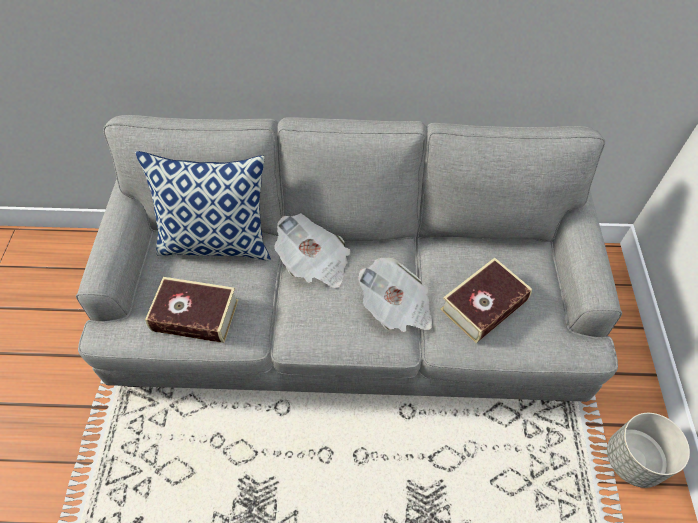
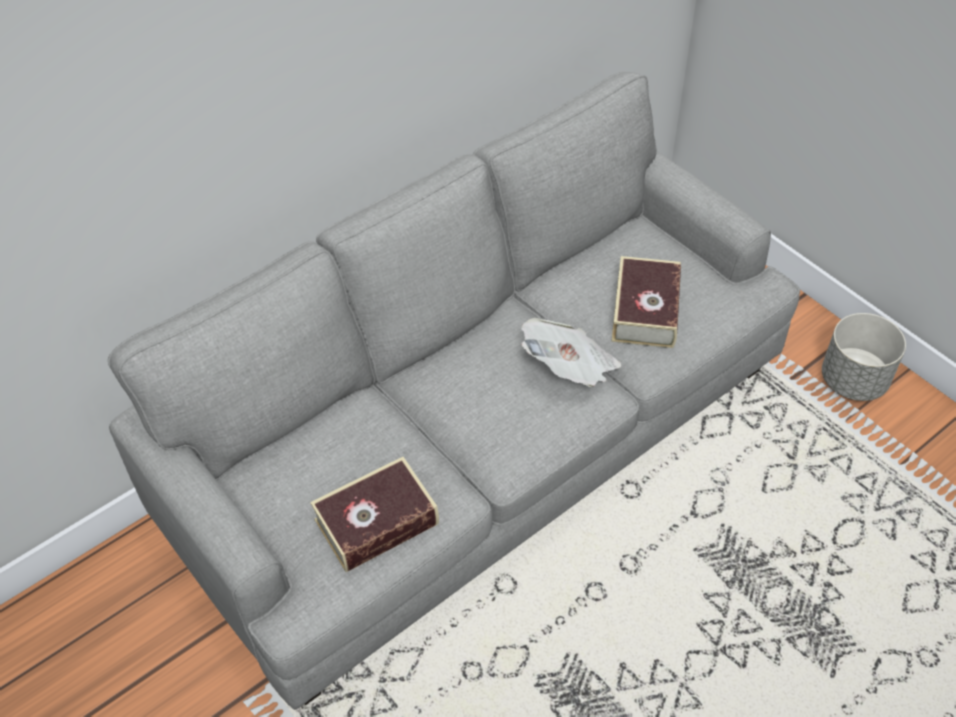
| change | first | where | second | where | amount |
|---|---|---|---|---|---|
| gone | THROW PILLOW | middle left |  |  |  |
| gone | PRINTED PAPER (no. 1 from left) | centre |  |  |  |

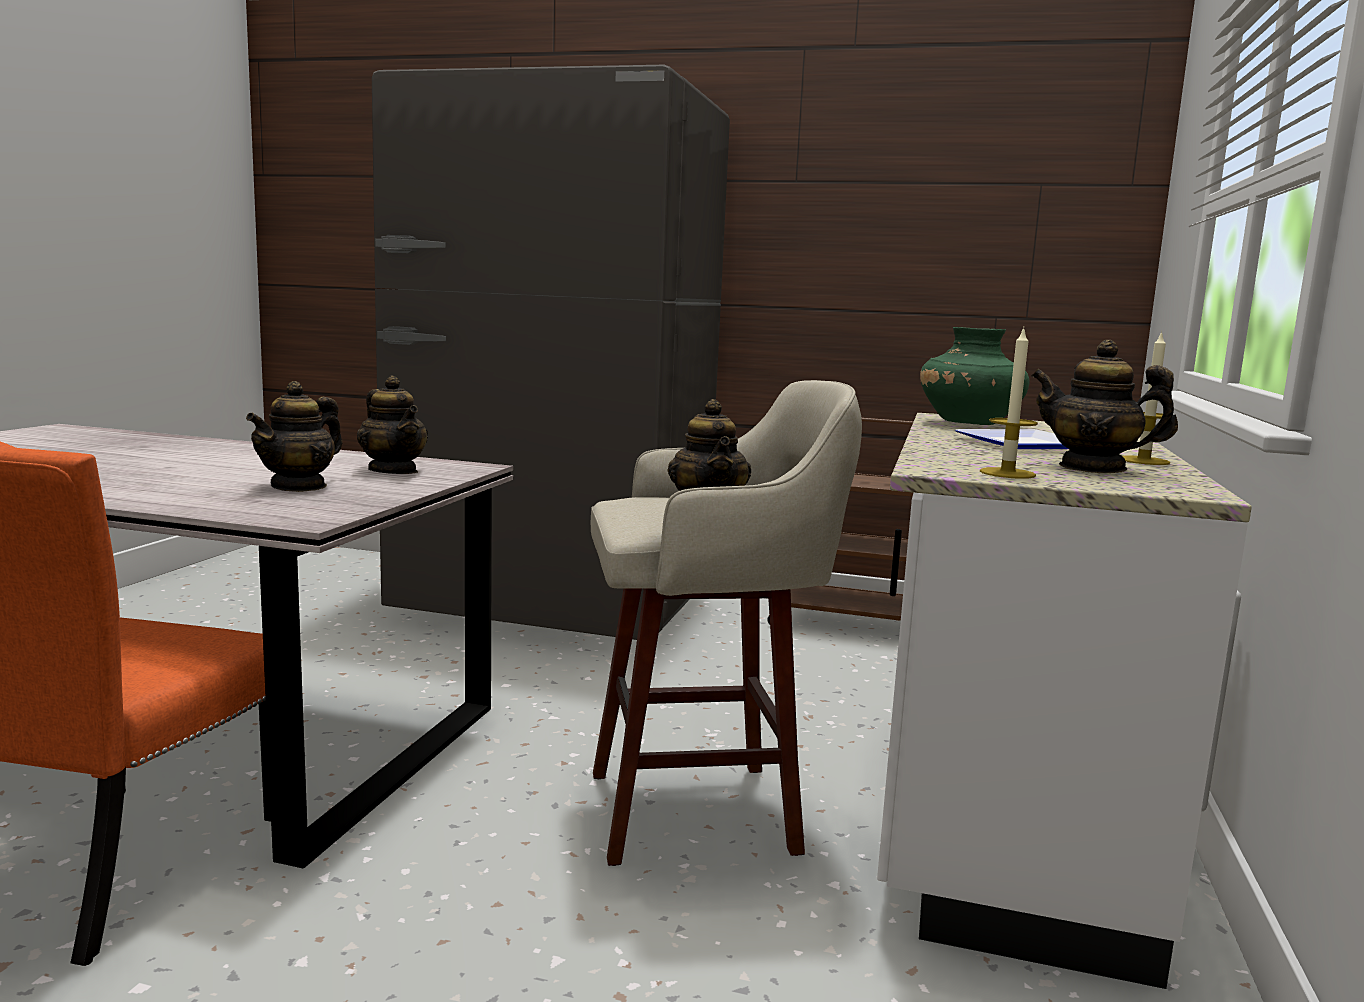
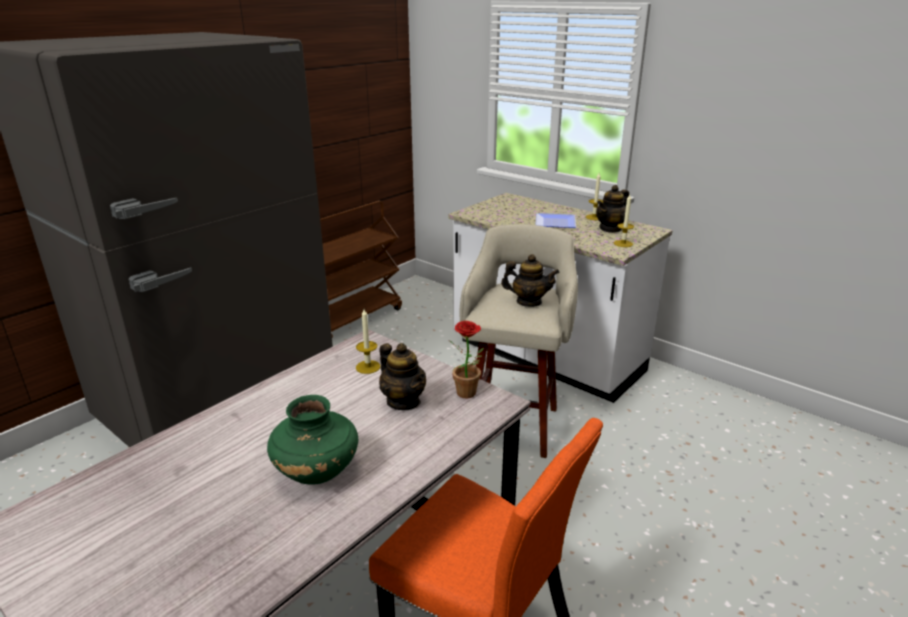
| change | first | where | second | where | amount |
|---|---|---|---|---|---|
| shifted | GREEN-COLOURED FLOWER VASE | middle right |  | bottom centre |  |
| swapped | TEAPOT (no. 2 from left) | middle left | WAX LIGHT (no. 1 from left) | centre |  |
| new |  |  | PLANT IN A POT | centre |  |

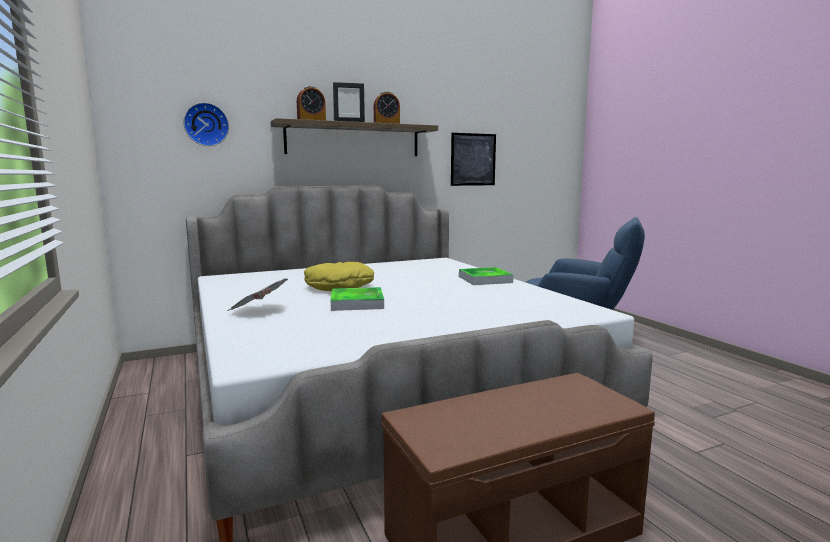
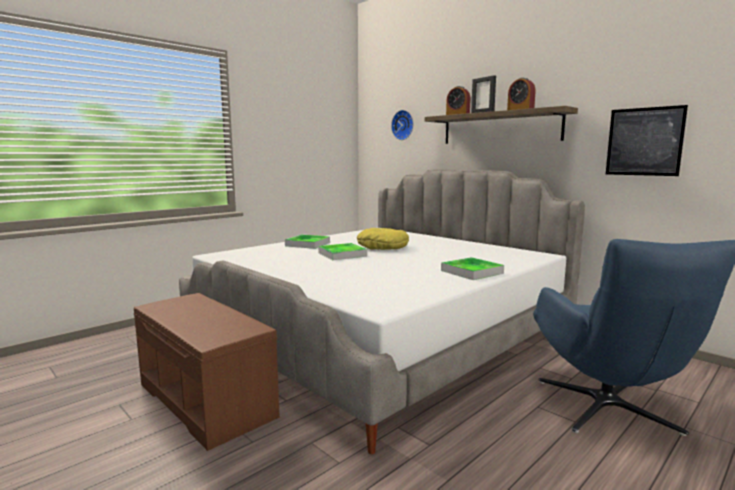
| change | first | where | second | where | amount |
|---|---|---|---|---|---|
| swapped | PRINTED PAPER | middle left | CARRYING TRAY (no. 1 from left) | centre |  |

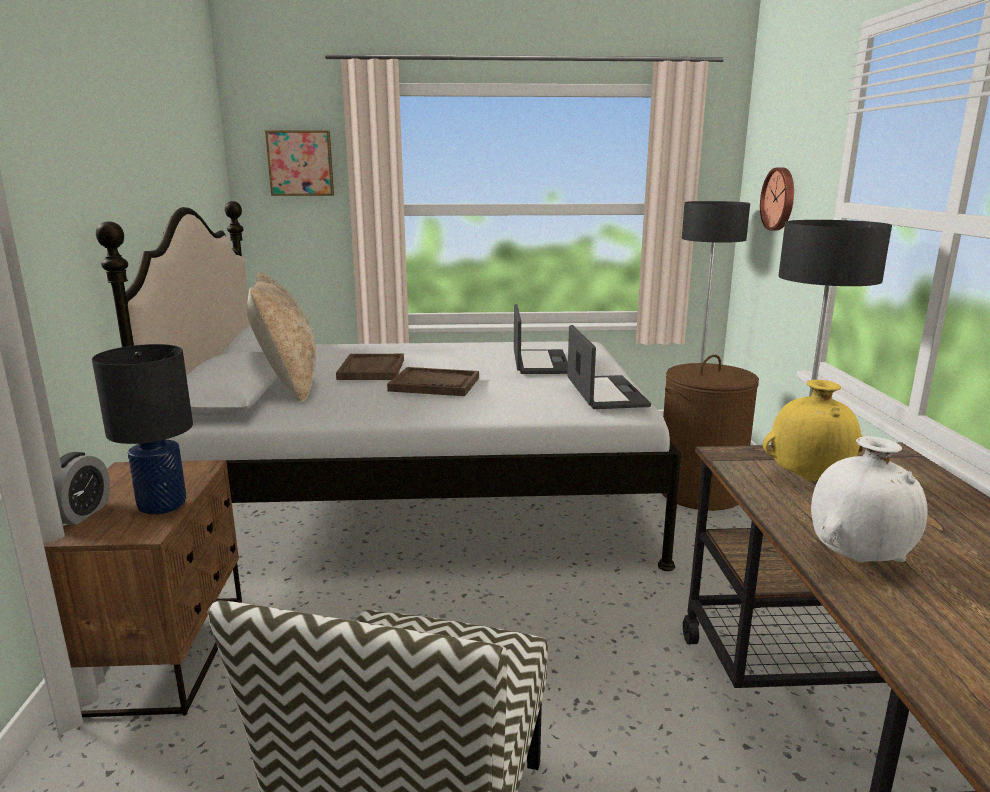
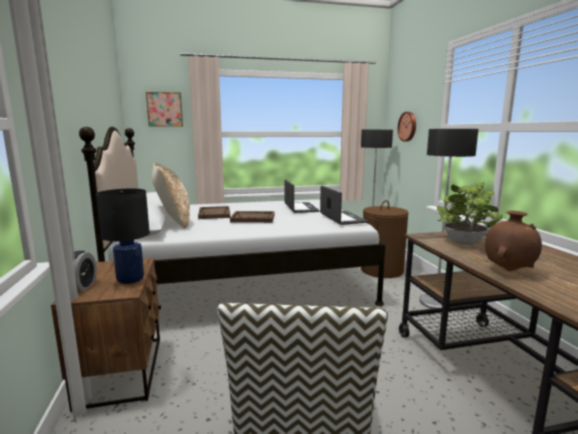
| change | first | where | second | where | amount |
|---|---|---|---|---|---|
| swapped | YELLOW FLOWER VASE | middle right | PLANT IN A POT | middle right |  |
| repainted | WHITISH FLOWER VASE | middle right | BROWN FLOWER VASE | middle right |  |

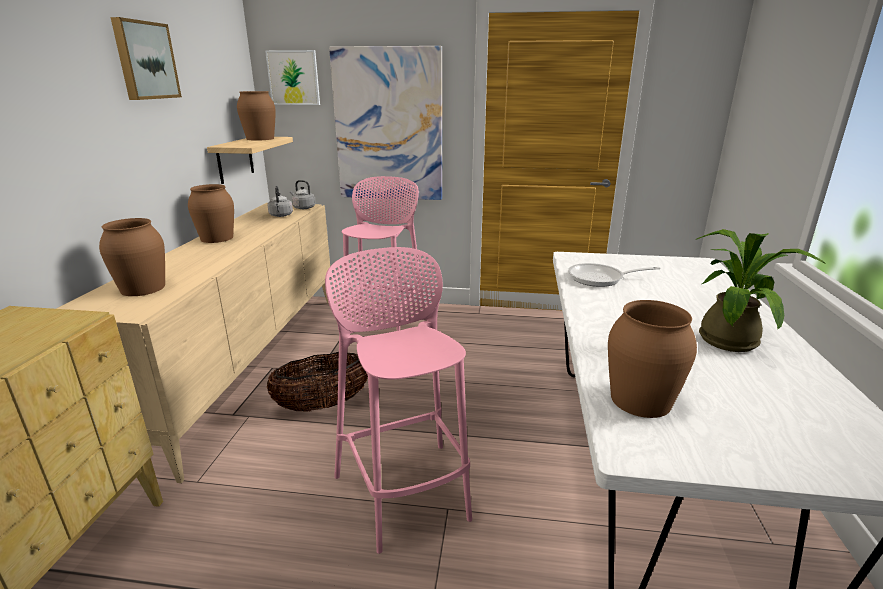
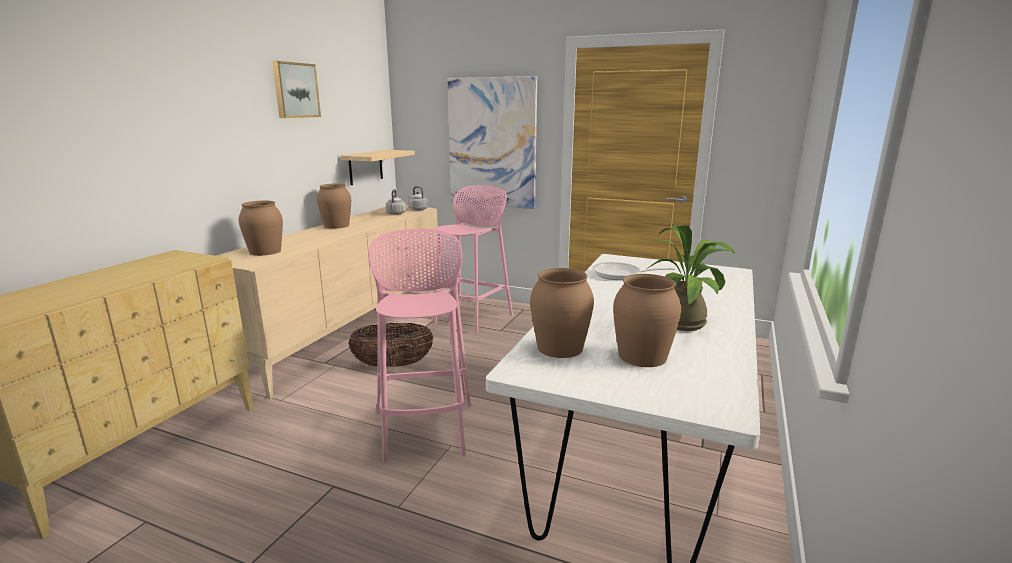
| change | first | where | second | where | amount |
|---|---|---|---|---|---|
| gone | WALL ART (no. 2 from left) | top left |  |  |  |
| shifted | BROWN FLOWER VASE (no. 3 from left in the first image) | top left | BROWN FLOWER VASE (no. 4 from left) | centre |  |

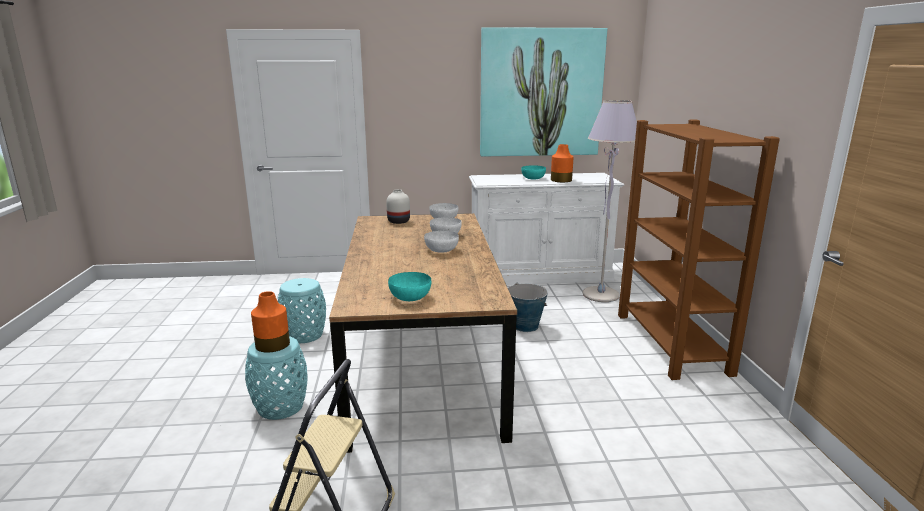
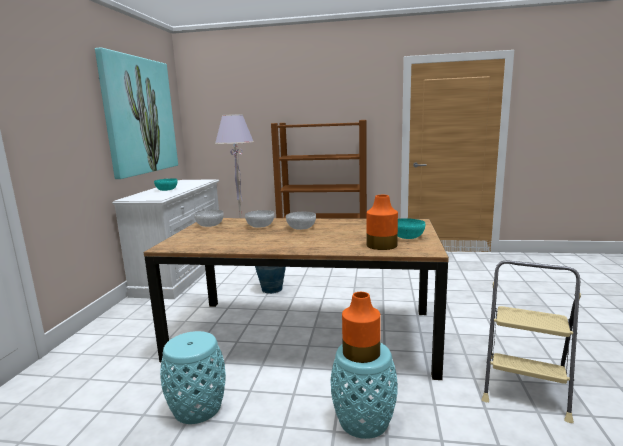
| change | first | where | second | where | amount |
|---|---|---|---|---|---|
| shifted | ORANGE-COLOURED FLOWER VASE (no. 2 from left) | top centre |  | centre |  |
| gone | WHITISH FLOWER VASE | centre |  |  |  |

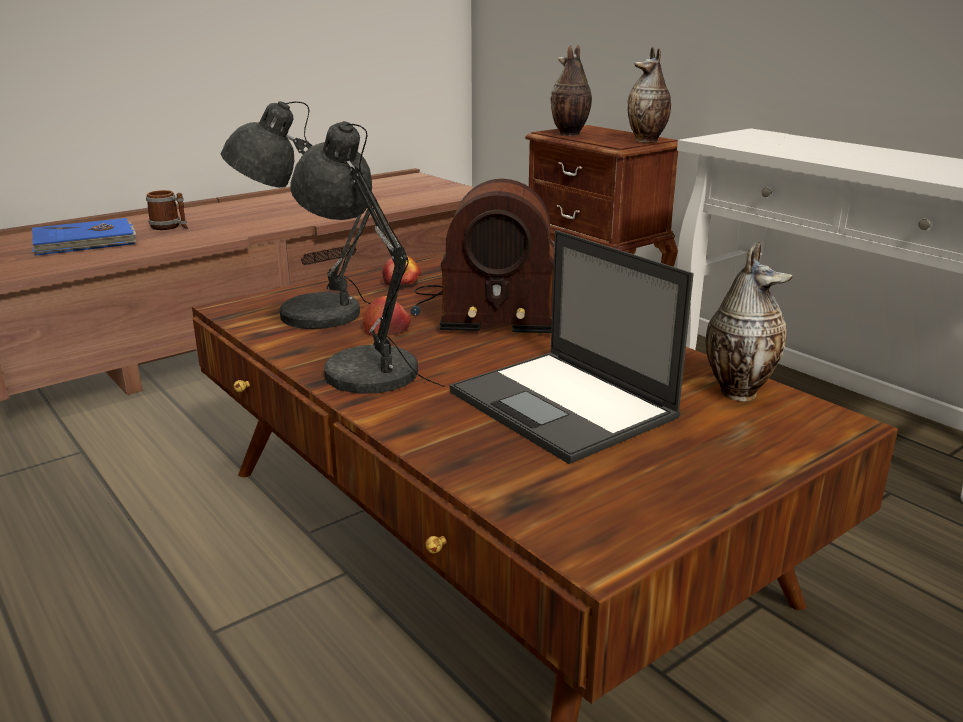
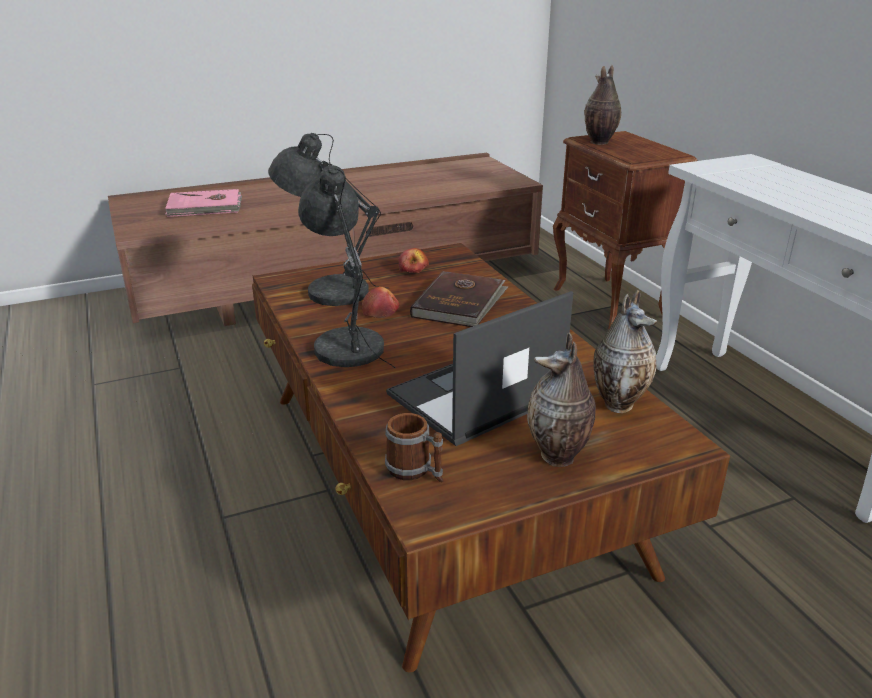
| change | first | where | second | where | amount |
|---|---|---|---|---|---|
| shifted | FLOWER VASE (no. 2 from left in the first image) | top right | FLOWER VASE (no. 1 from left) | centre |  |
| swapped | RADIO RECEIVER | centre | BROWN VOLUME | centre |  |
| shifted | MUG | top left |  | centre |  |
| repainted | BLUE-COLOURED VOLUME | top left | PINK-COLOURED VOLUME | top left |  |
| rotated | PORTABLE COMPUTER | centre |  | centre | 75 degrees clockwise |

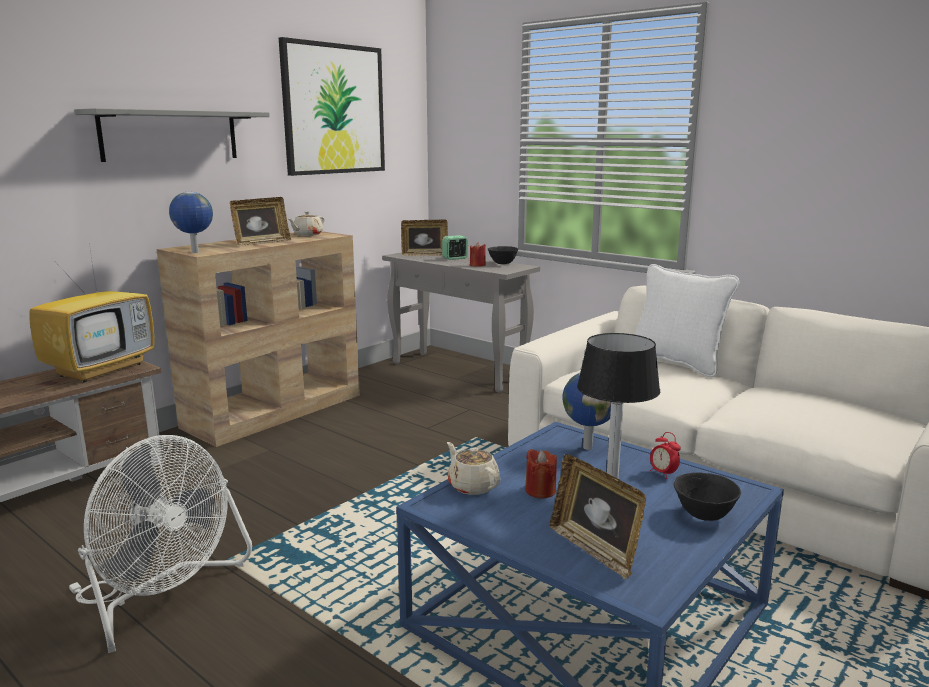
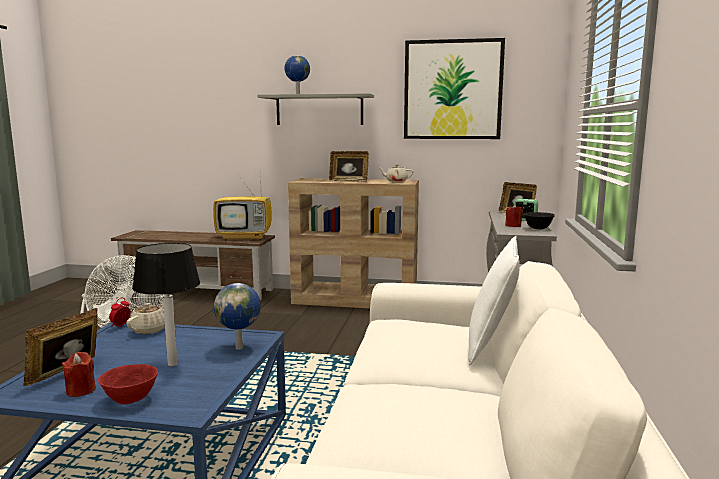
| change | first | where | second | where | amount |
|---|---|---|---|---|---|
| shifted | WORLD GLOBE (no. 1 from left in the first image) | top left | WORLD GLOBE (no. 2 from left) | top centre |  |
| shifted | TABLE CLOCK (no. 2 from left in the first image) | middle right | TABLE CLOCK (no. 1 from left) | middle left |  |
| shifted | RED WAX LIGHT (no. 2 from left in the first image) | bottom centre | RED WAX LIGHT (no. 1 from left) | bottom left |  |
| repainted | BLACK-COLOURED SERVING BOWL (no. 2 from left) | bottom right | RED SERVING BOWL | bottom left |  |

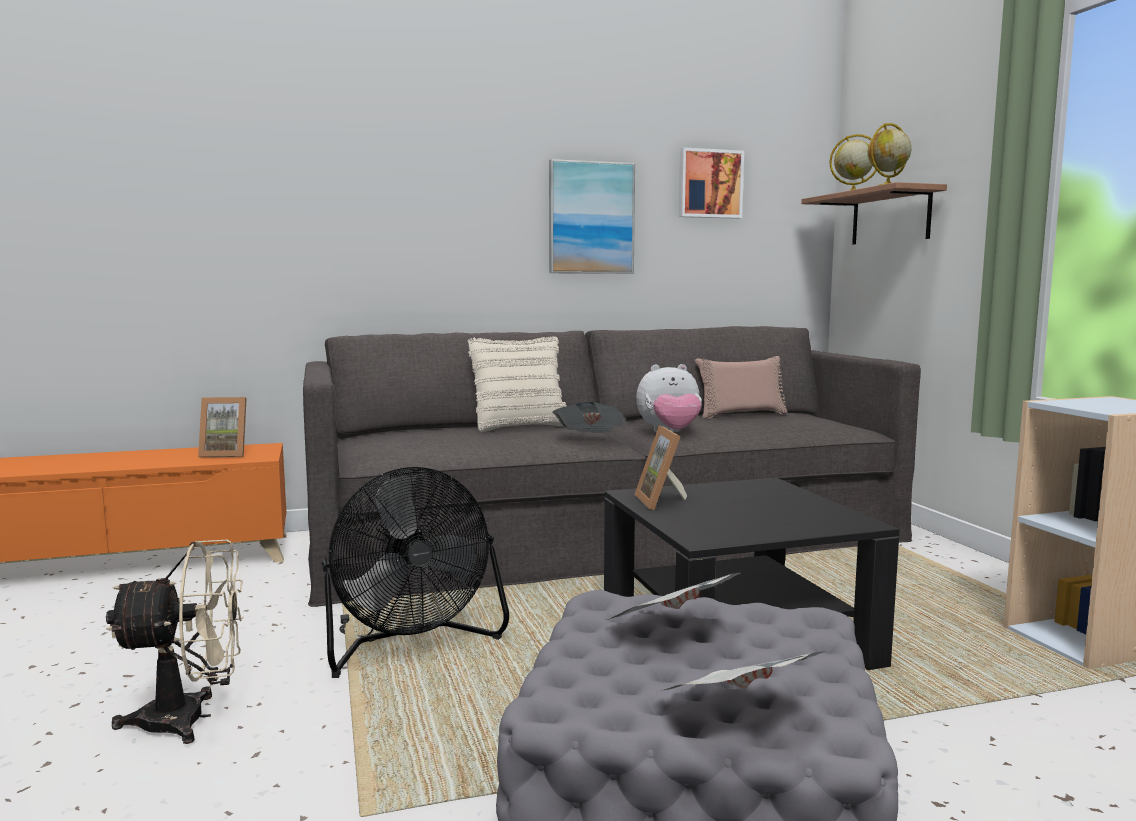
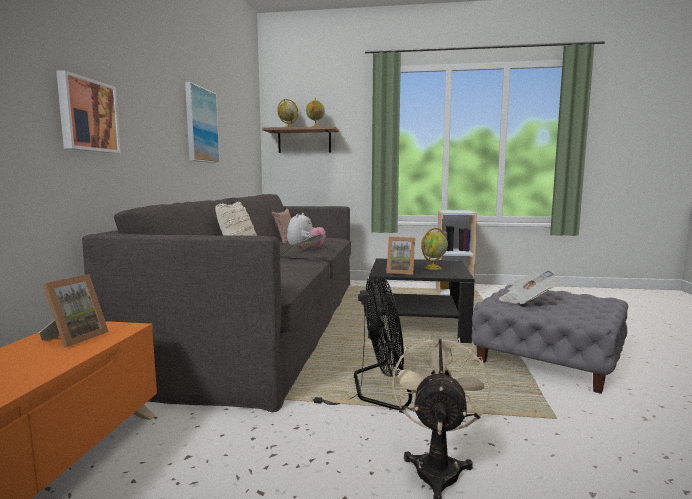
| change | first | where | second | where | amount |
|---|---|---|---|---|---|
| shifted | WALL ART (no. 2 from left in the first image) | top centre | WALL ART (no. 1 from left) | top left |  |
| gone | PRINTED PAPER (no. 3 from left) | bottom centre |  |  |  |
| new |  |  | WORLD GLOBE (no. 3 from left) | centre |  |

